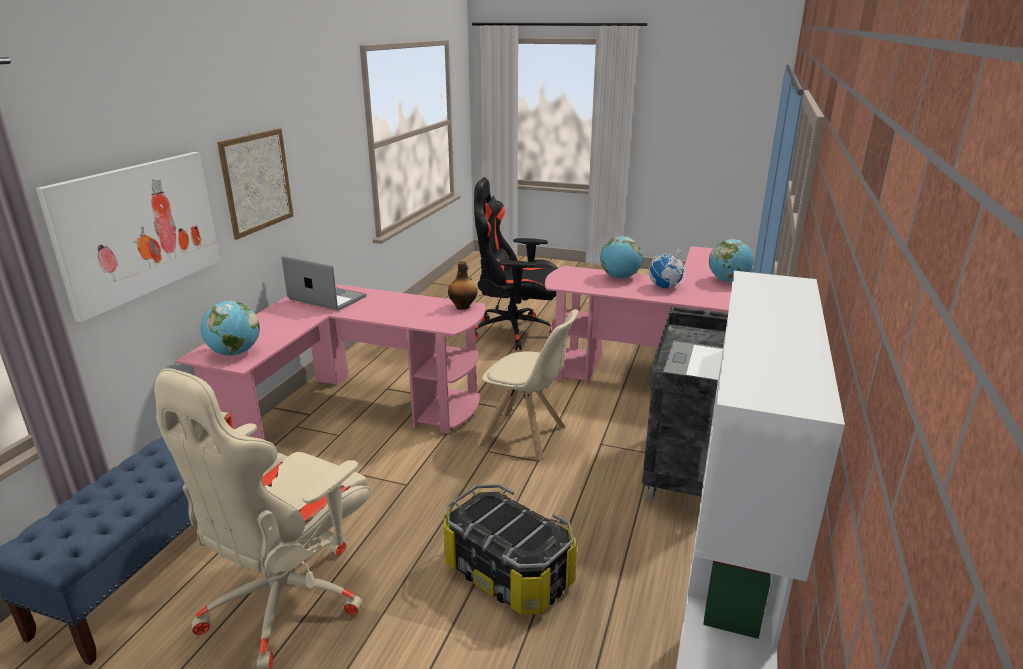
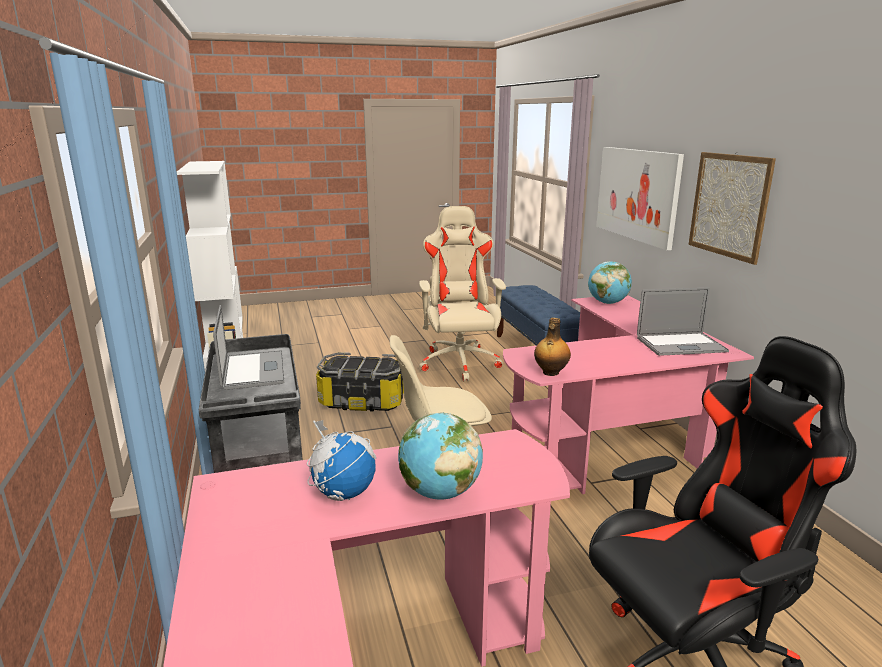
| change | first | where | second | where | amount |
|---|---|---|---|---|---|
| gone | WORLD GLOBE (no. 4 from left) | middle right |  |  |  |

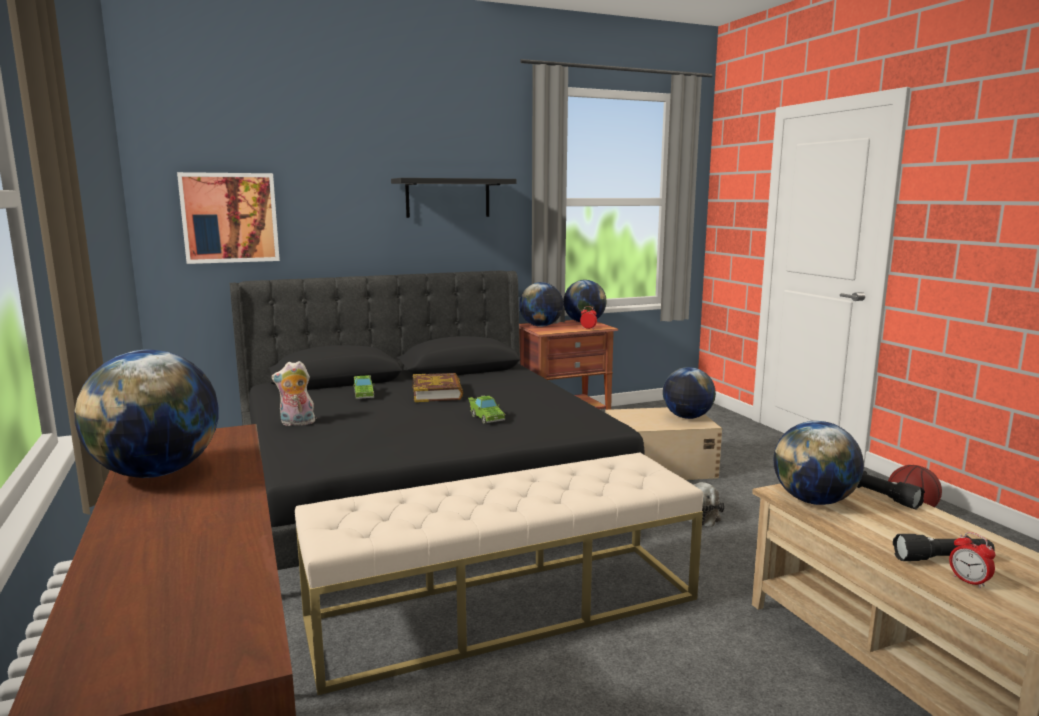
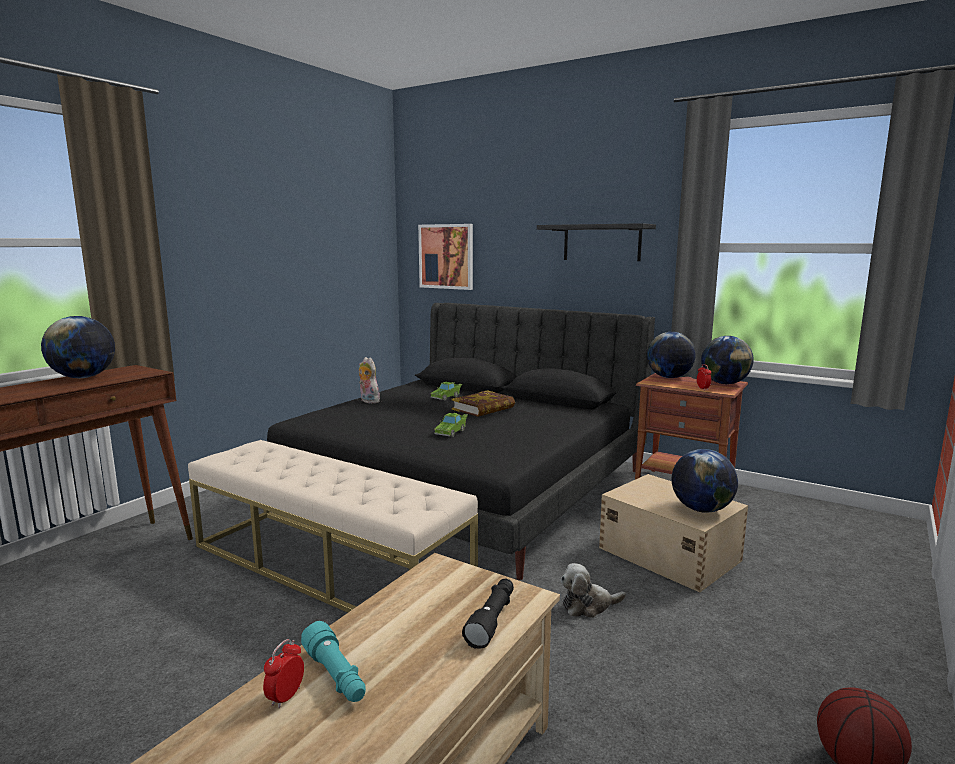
| change | first | where | second | where | amount |
|---|---|---|---|---|---|
| gone | WORLD GLOBE (no. 5 from left) | middle right |  |  |  |
| repainted | BLACK-COLOURED TORCH (no. 2 from left) | bottom right | TURQUOISE TORCH | bottom centre |  |

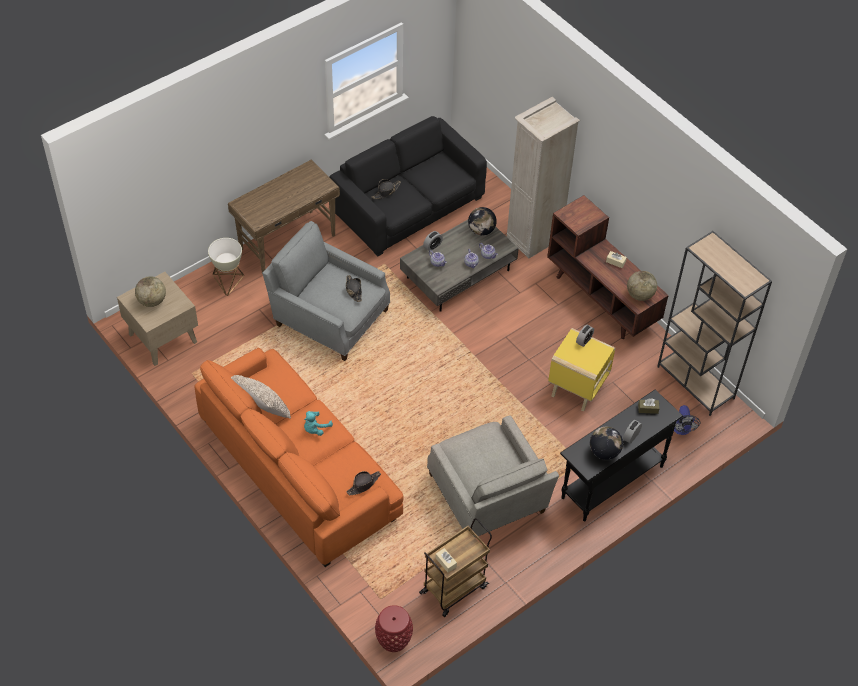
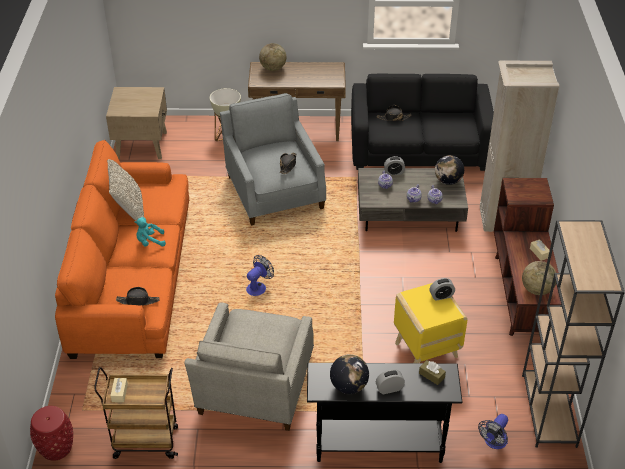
| change | first | where | second | where | amount |
|---|---|---|---|---|---|
| shifted | WORLD GLOBE (no. 1 from left) | middle left |  | top centre |  |
| new |  |  | COOLING FAN (no. 1 from left) | centre |  |

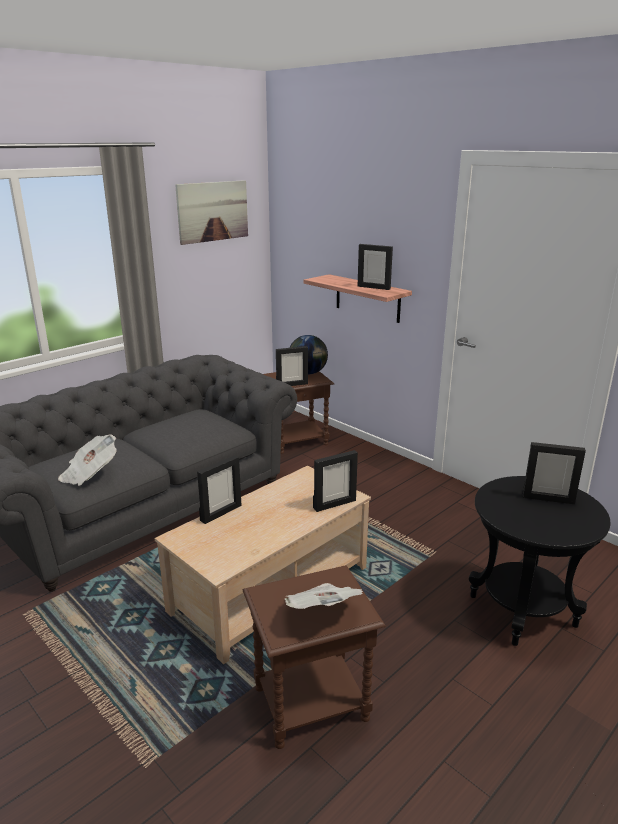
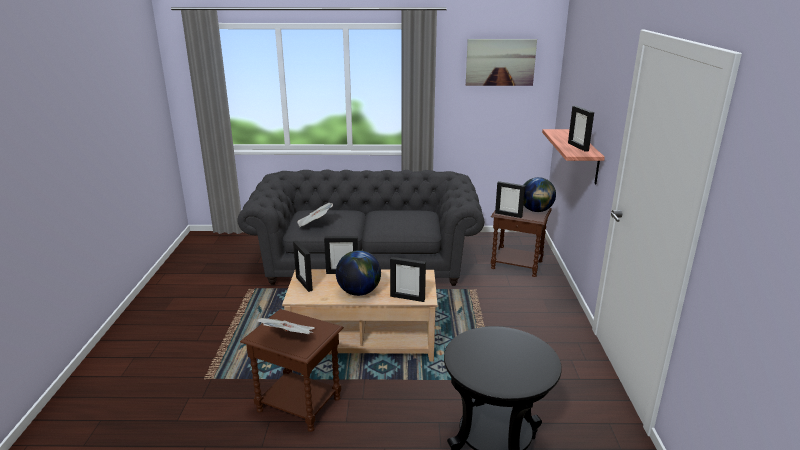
| change | first | where | second | where | amount |
|---|---|---|---|---|---|
| shifted | PHOTO FRAME (no. 5 from left in the first image) | middle right | PHOTO FRAME (no. 1 from left) | centre |  |
| new |  |  | WORLD GLOBE (no. 1 from left) | centre |  |

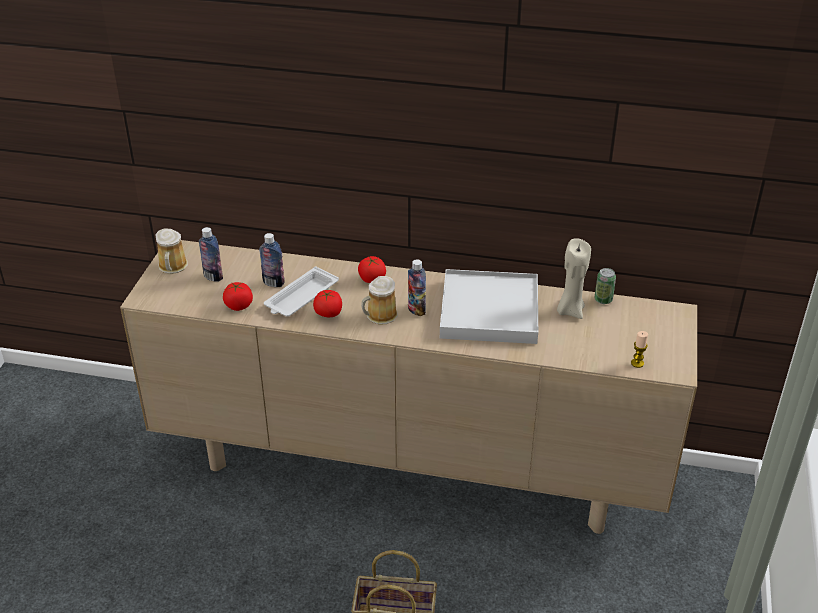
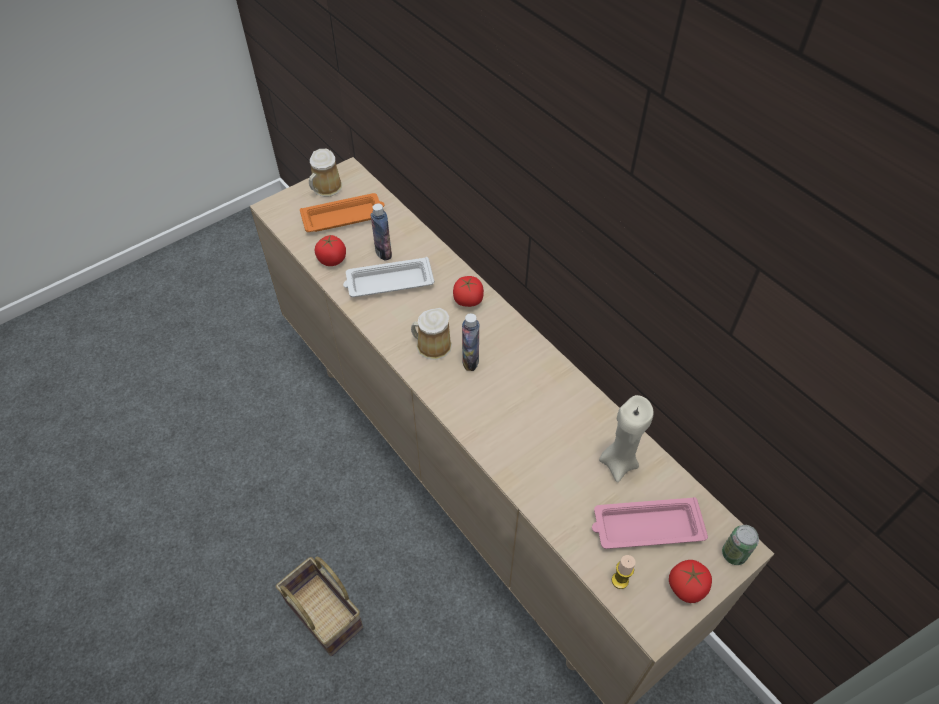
| change | first | where | second | where | amount |
|---|---|---|---|---|---|
| swapped | BOTTLE (no. 1 from left) | middle left | ORANGE-COLOURED CARRYING TRAY | top centre |  |
| shifted | METAL CAN | middle right |  | bottom right |  |
| gone | WHITISH CARRYING TRAY (no. 2 from left) | centre |  |  |  |
| shifted | TOMATO (no. 2 from left in the first image) | centre | TOMATO (no. 3 from left) | bottom right |  |
| new |  |  | PINK-COLOURED CARRYING TRAY | bottom right |  |

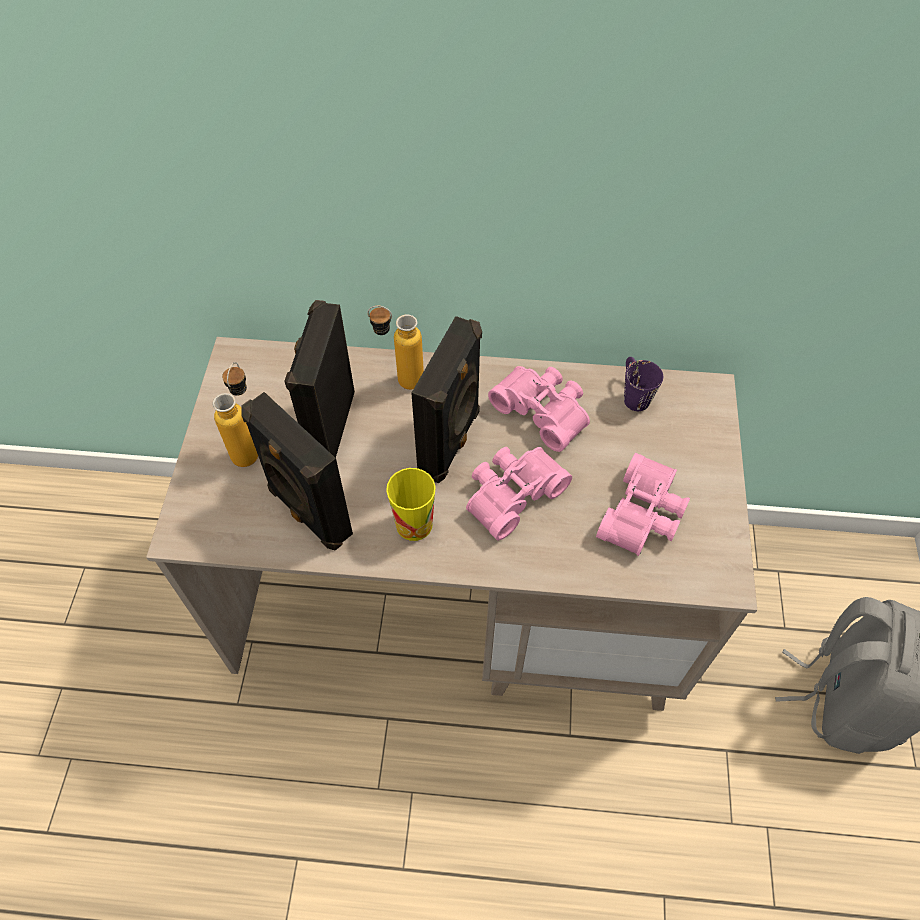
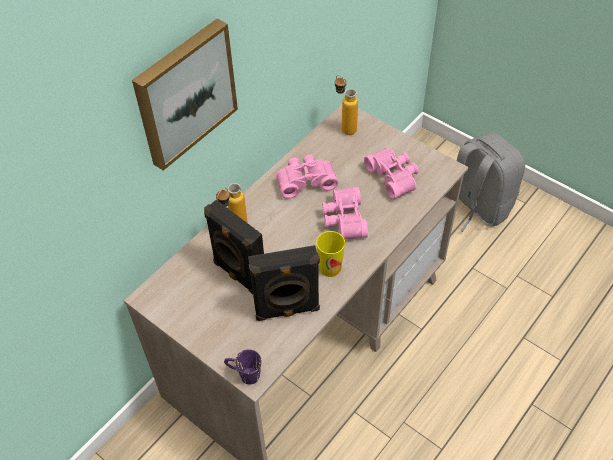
| change | first | where | second | where | amount |
|---|---|---|---|---|---|
| gone | BLACK-COLOURED LOUDSPEAKER (no. 3 from left) | centre |  |  |  |
| shifted | PURPLE-COLOURED MUG | middle right |  | bottom centre |  |
| shifted | BOTTLE (no. 1 from left in the first image) | middle left | BOTTLE (no. 2 from left) | top centre |  |
| new |  |  | WALL ART | top left |  |

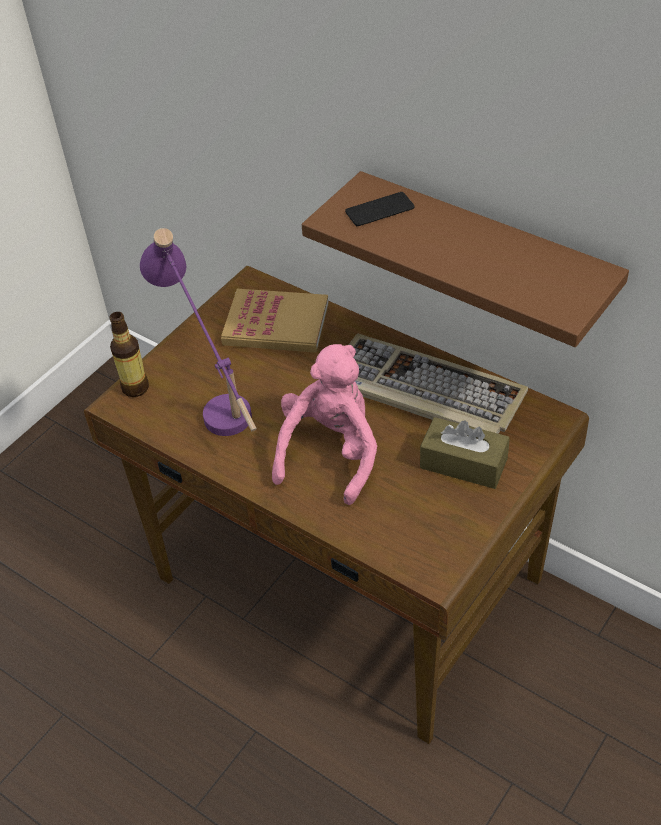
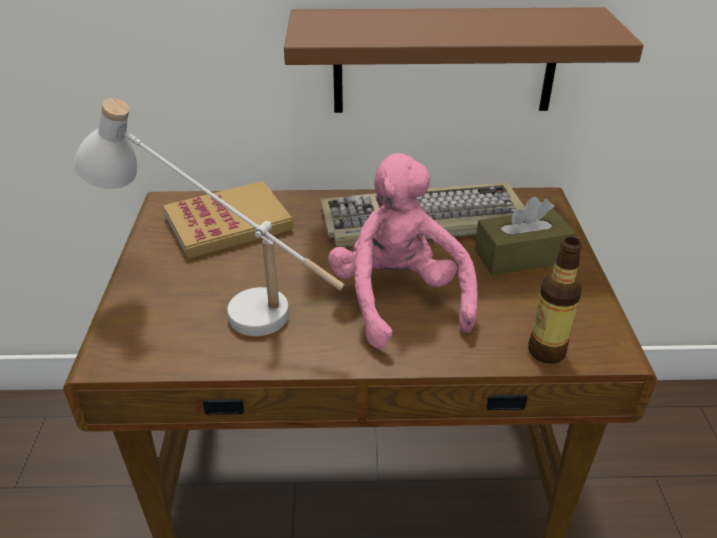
| change | first | where | second | where | amount |
|---|---|---|---|---|---|
| gone | TELEPHONE | top centre |  |  |  |
| repainted | PURPLE-COLOURED LAMP FOR A TABLE | middle left | WHITISH LAMP FOR A TABLE | middle left |  |
| shifted | BOTTLE | middle left |  | middle right |  |

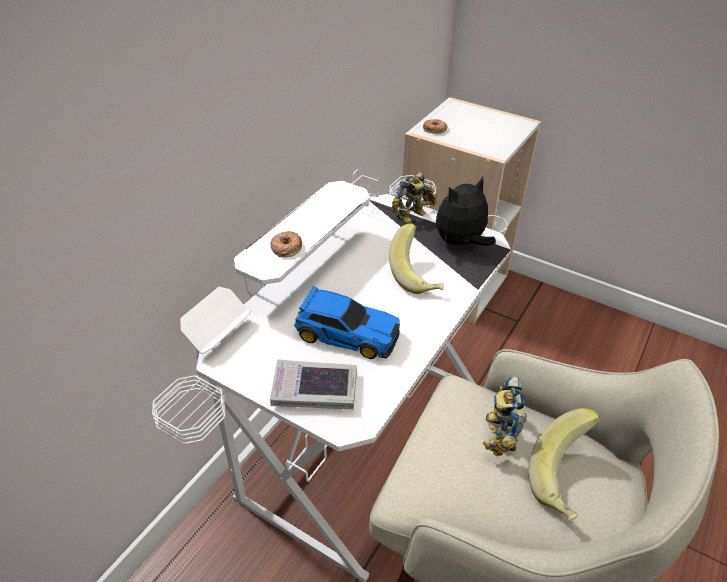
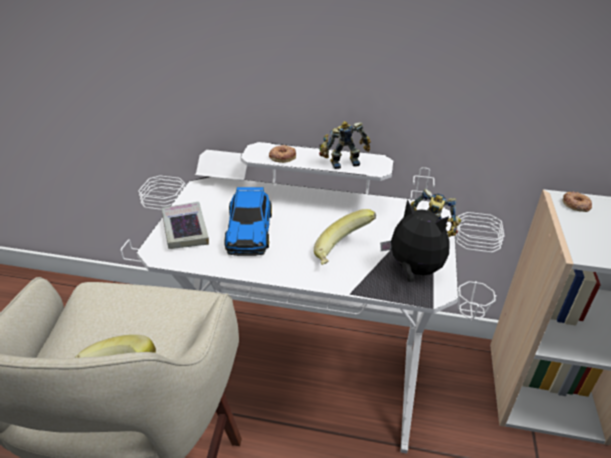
| change | first | where | second | where | amount |
|---|---|---|---|---|---|
| shifted | ROBOT FIGURE (no. 2 from left in the first image) | bottom right | ROBOT FIGURE (no. 1 from left) | top centre |  |

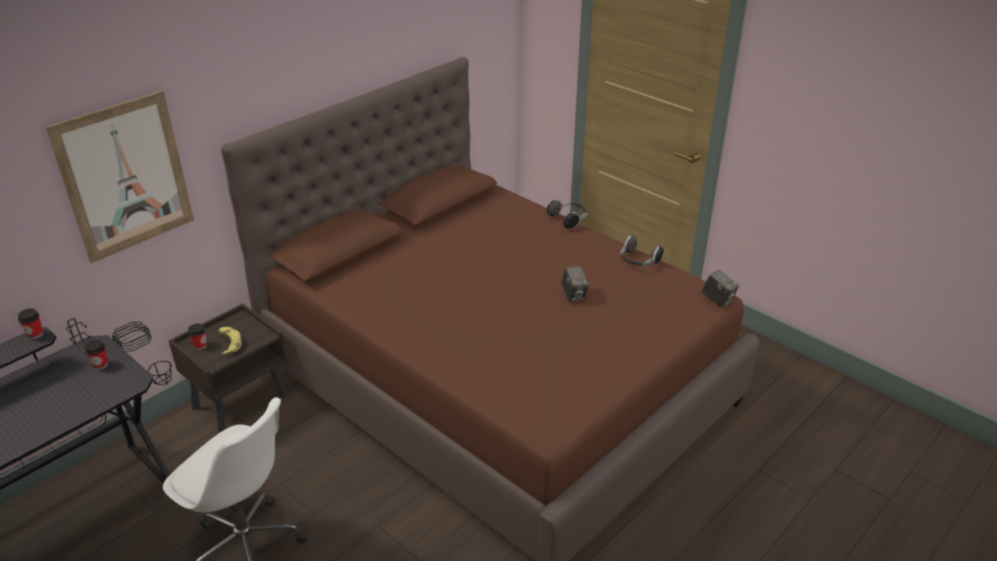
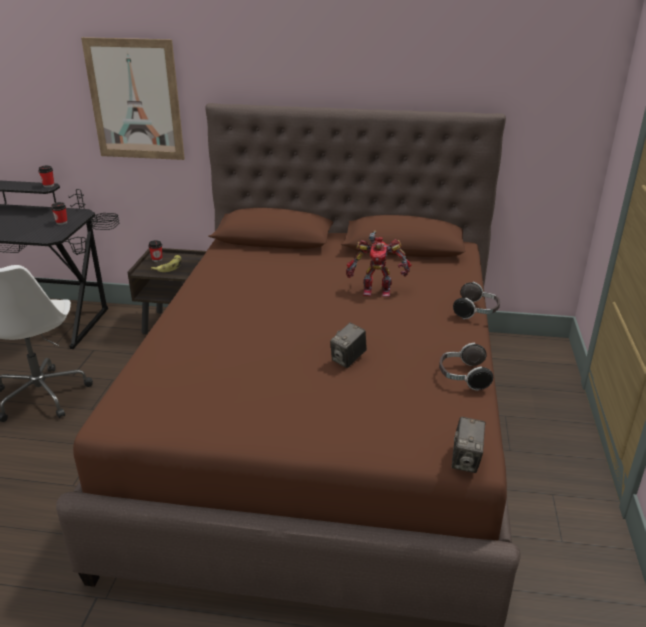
| change | first | where | second | where | amount |
|---|---|---|---|---|---|
| new |  |  | ROBOT FIGURE | centre |  |

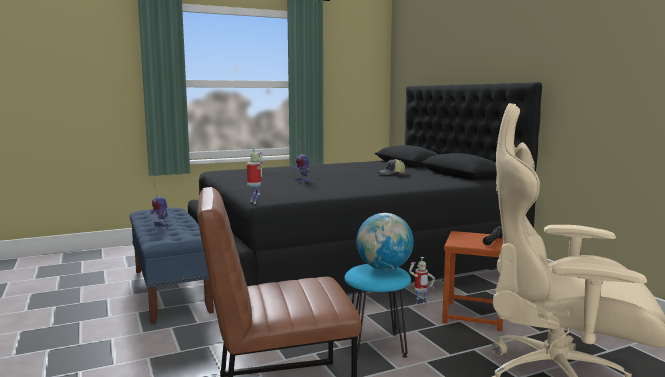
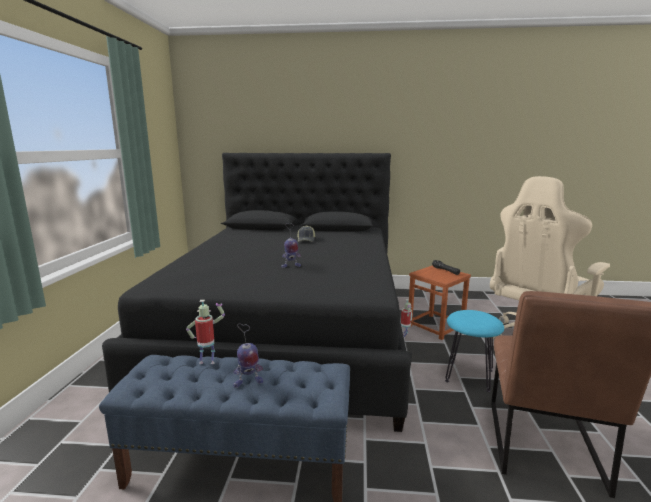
| change | first | where | second | where | amount |
|---|---|---|---|---|---|
| shifted | ROBOT FIGURE (no. 2 from left in the first image) | centre | ROBOT FIGURE (no. 1 from left) | middle left |  |
| gone | WORLD GLOBE | centre |  |  |  |

